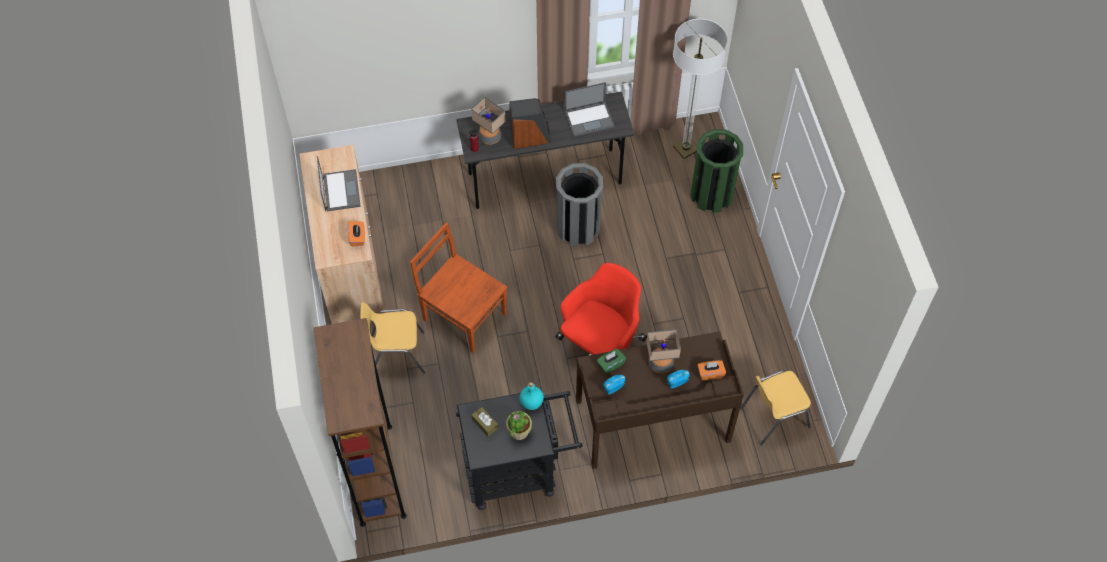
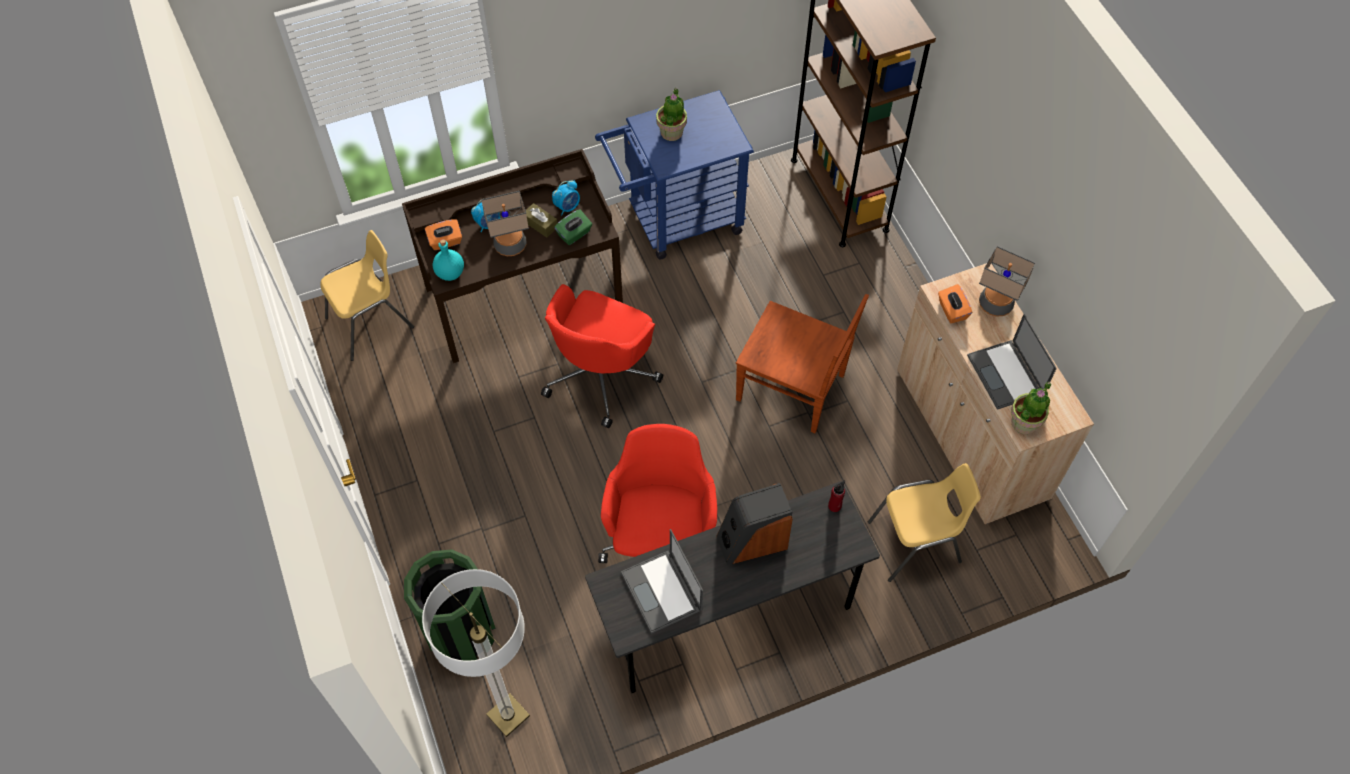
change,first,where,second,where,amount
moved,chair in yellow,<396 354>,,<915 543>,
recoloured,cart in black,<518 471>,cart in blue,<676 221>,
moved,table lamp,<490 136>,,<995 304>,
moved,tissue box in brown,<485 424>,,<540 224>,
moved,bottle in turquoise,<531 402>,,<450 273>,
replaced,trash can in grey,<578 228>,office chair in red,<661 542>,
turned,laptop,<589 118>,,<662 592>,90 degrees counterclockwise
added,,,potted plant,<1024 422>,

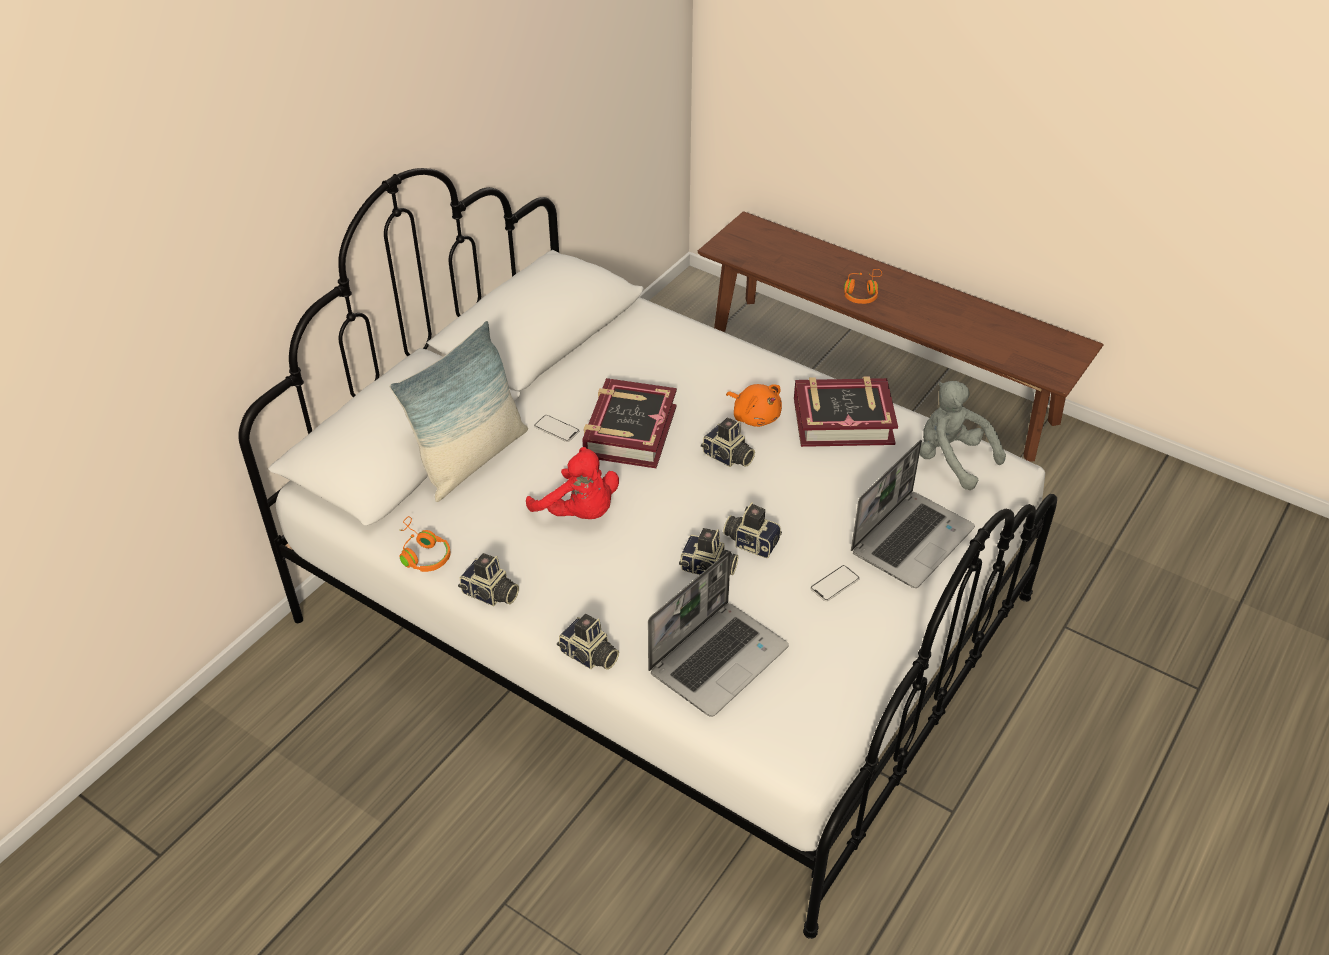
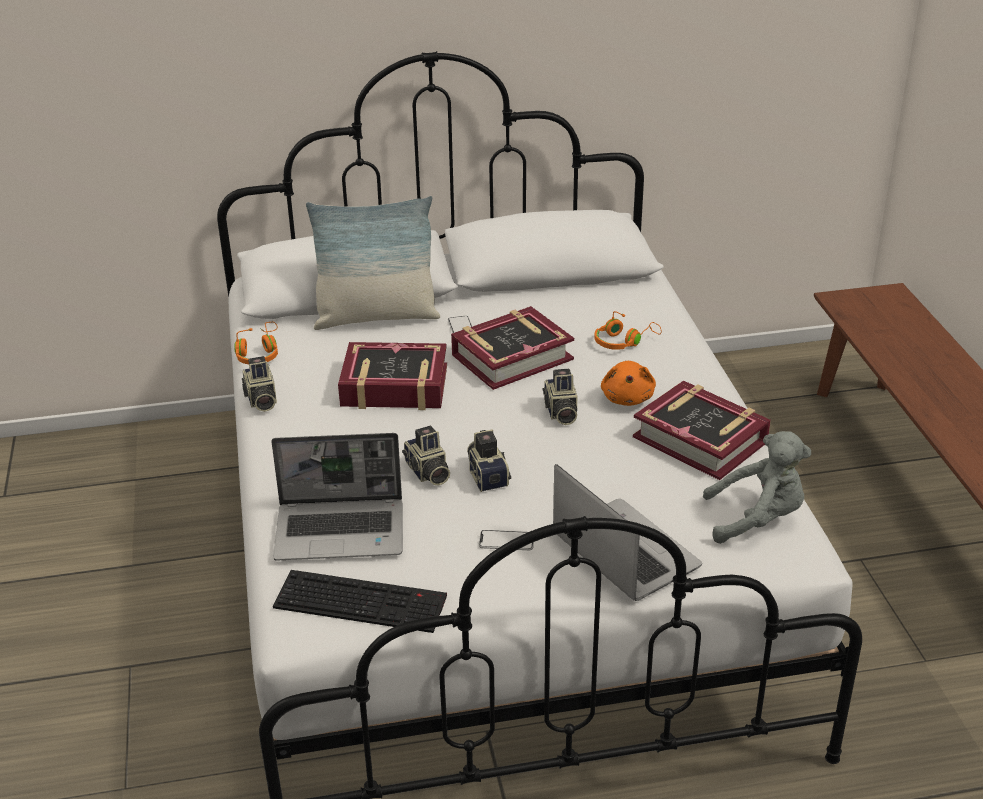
change,first,where,second,where,amount
replaced,plush toy in red,<579 512>,book,<394 386>,
removed,photo camera,<589 656>,,,
moved,headphones in orange,<862 293>,,<623 341>,
turned,laptop,<911 539>,,<622 552>,120 degrees counterclockwise
turned,plush toy in grey,<951 459>,,<757 519>,90 degrees clockwise
added,,,keyboard,<363 600>,

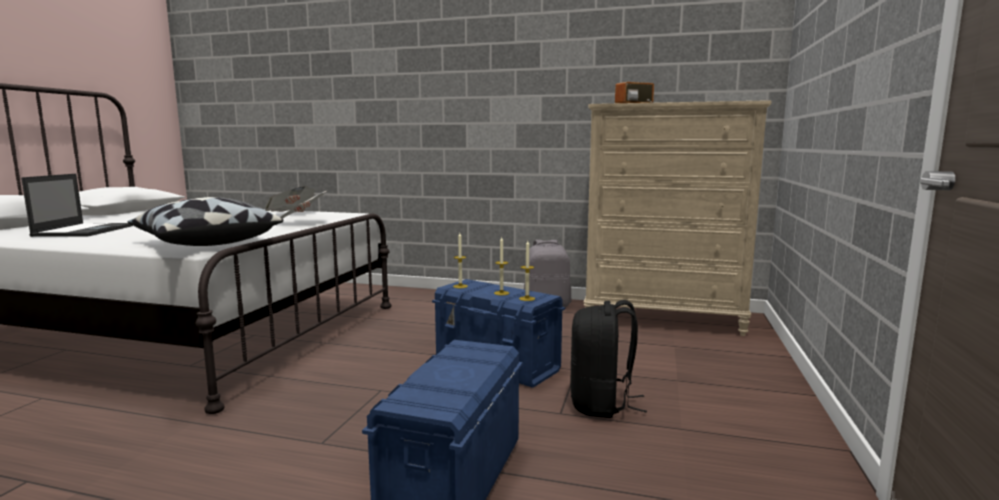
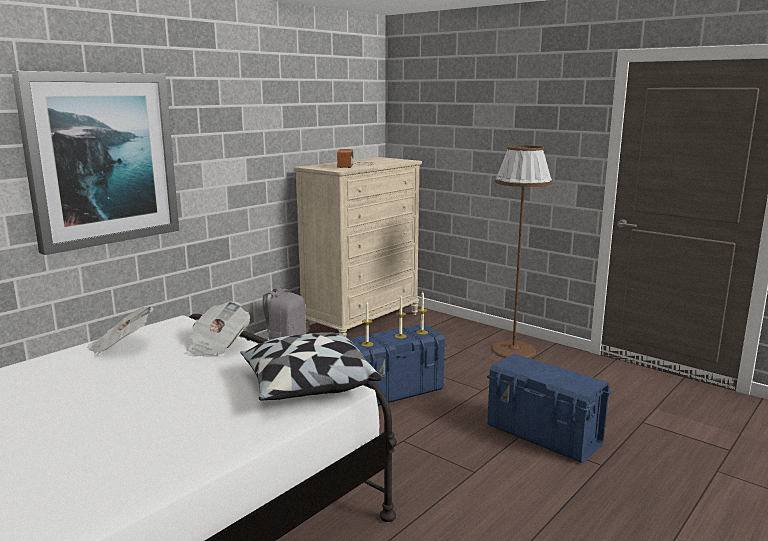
change,first,where,second,where,amount
removed,laptop,<84 230>,,,
removed,backpack in black,<601 404>,,,
added,,,picture,<101 159>,
added,,,floor lamp in brown,<513 350>,

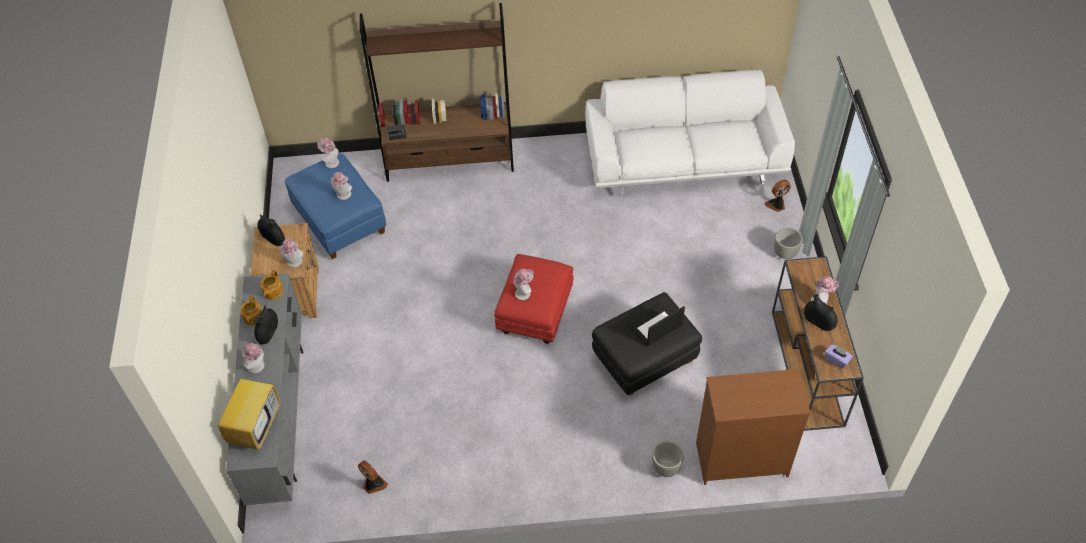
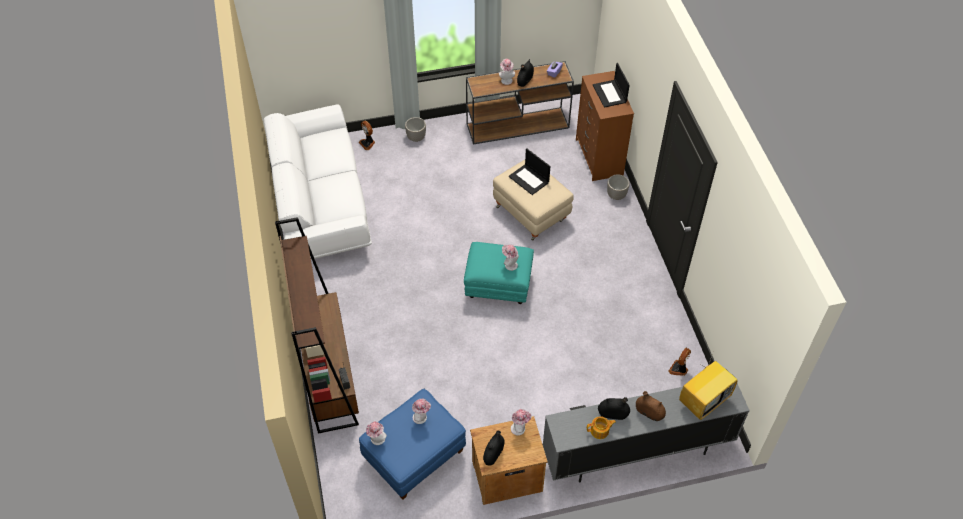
change,first,where,second,where,amount
turned,television,<255 426>,,<704 400>,135 degrees clockwise
replaced,hat,<258 367>,vase in brown,<649 413>,
removed,teapot,<273 292>,,,
recoloured,ottoman in red,<535 314>,ottoman in turquoise,<499 285>,
recoloured,ottoman in black,<644 363>,ottoman in beige,<532 213>,
added,,,laptop,<610 94>,

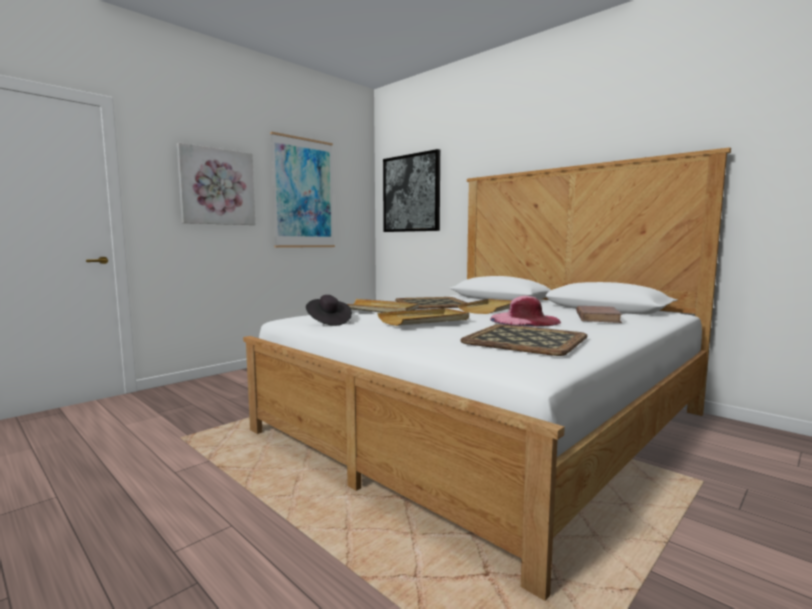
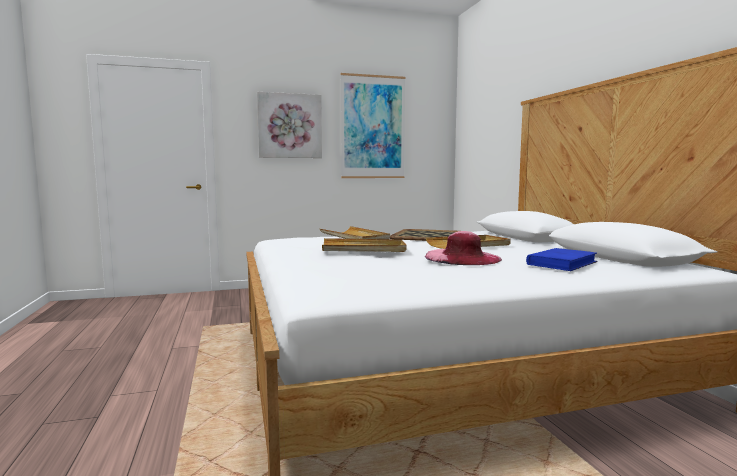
change,first,where,second,where,amount
removed,hat in black,<328 322>,,,
removed,picture,<411 193>,,,
removed,tray,<524 339>,,,
recoloured,book in brown,<597 317>,book in blue,<562 263>,

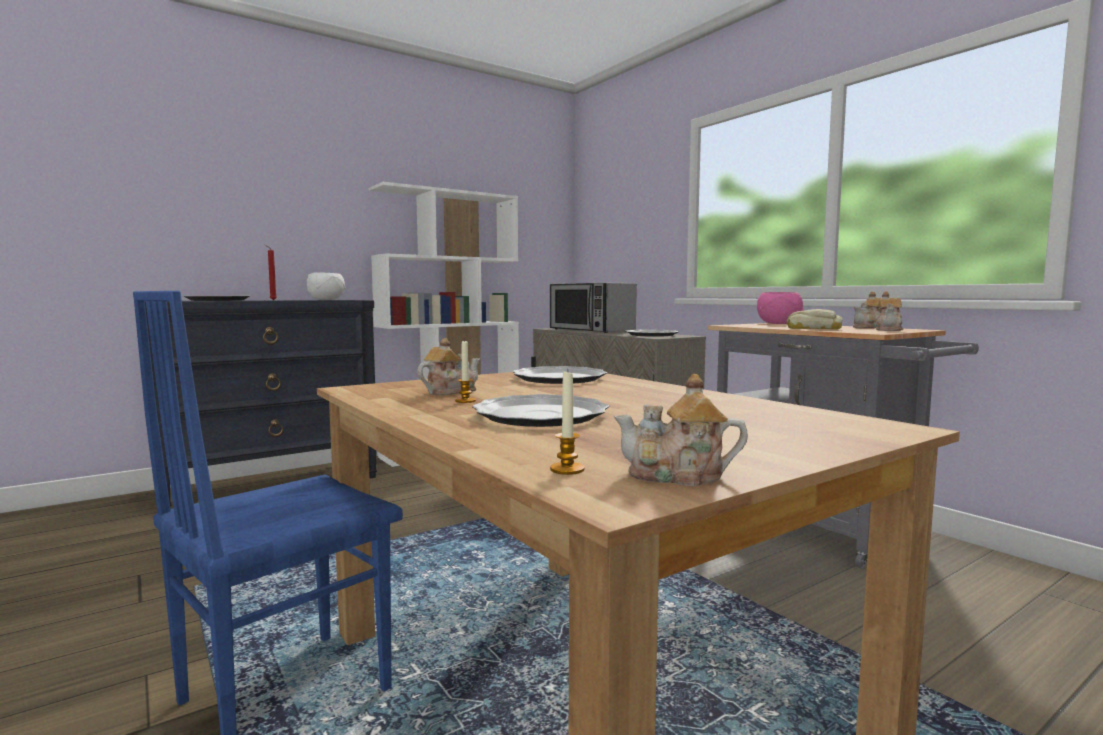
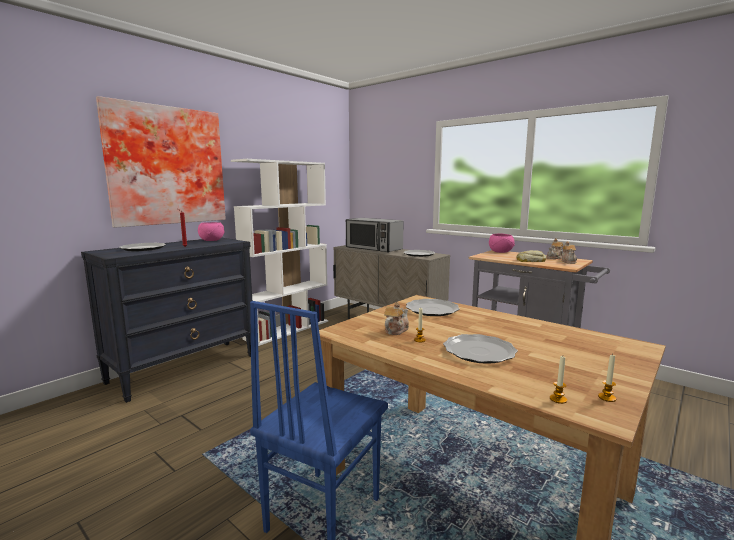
change,first,where,second,where,amount
recoloured,bowl in white,<326 299>,bowl in pink,<212 240>,
replaced,teapot,<678 476>,candle,<607 397>,
added,,,picture,<166 166>,

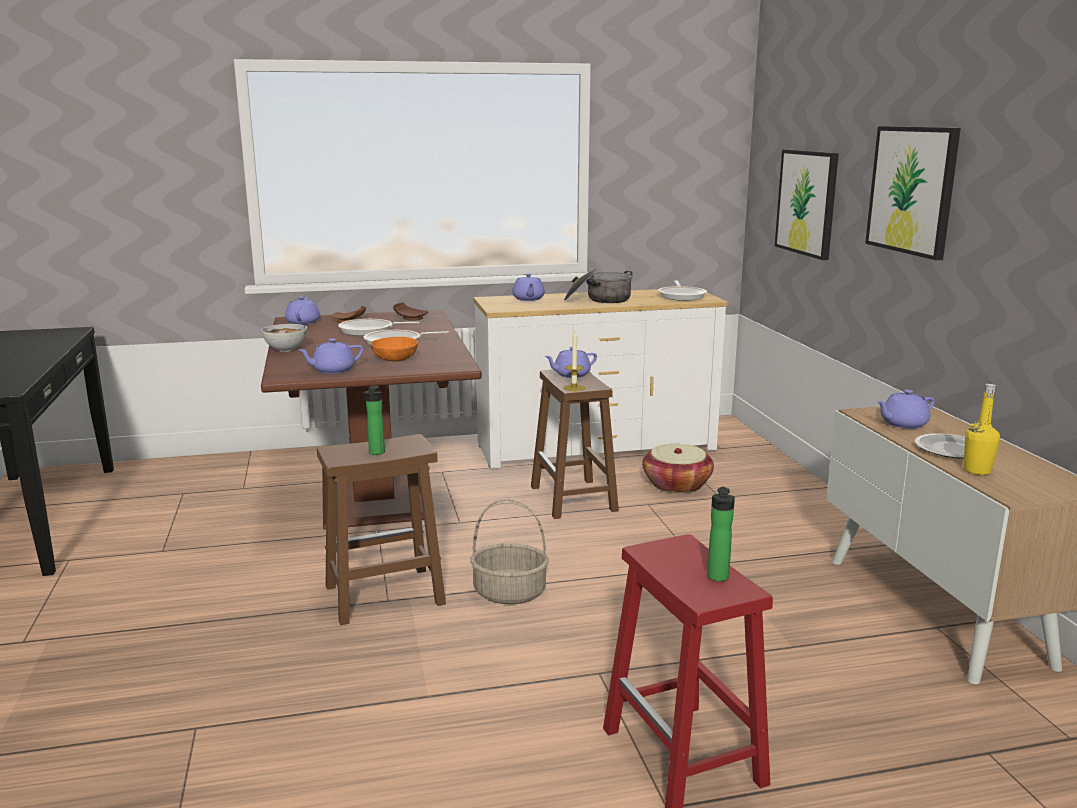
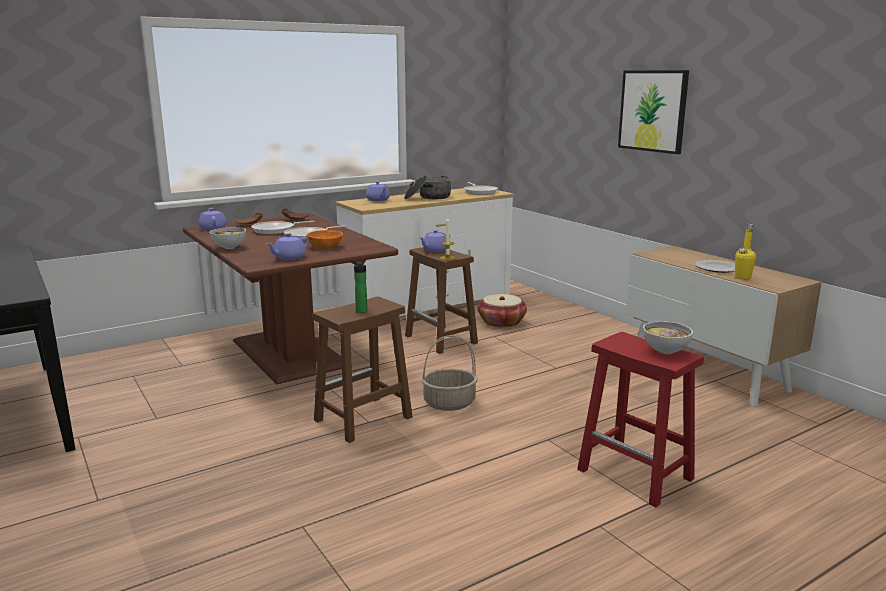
change,first,where,second,where,amount
replaced,bottle,<718 578>,bowl,<665 351>,
removed,picture,<807 202>,,,
removed,teapot in purple,<903 424>,,,

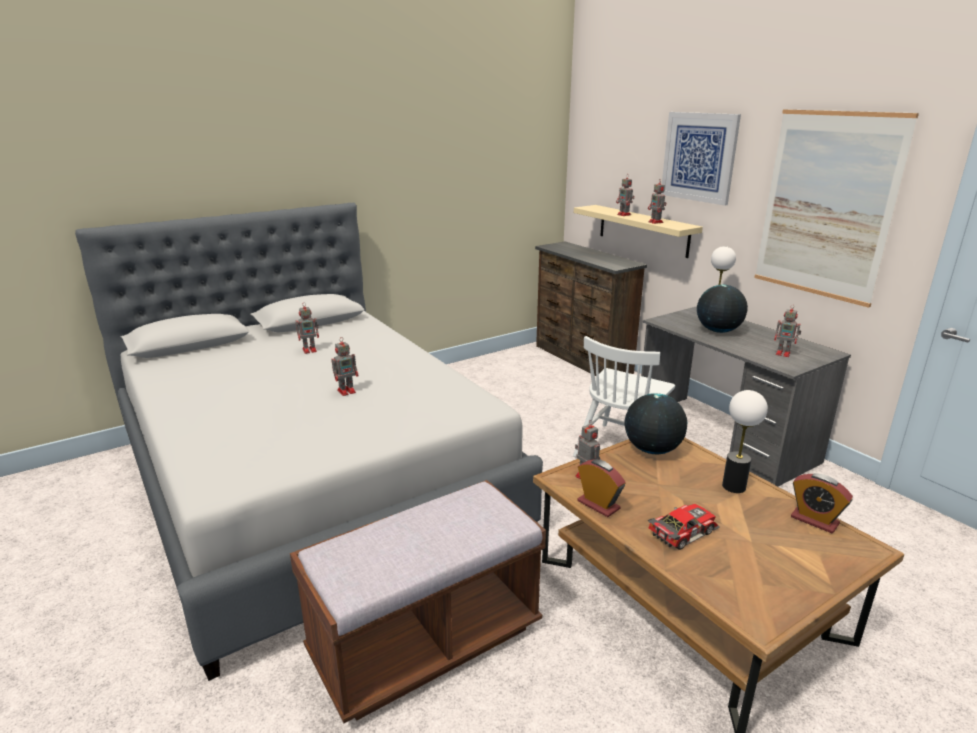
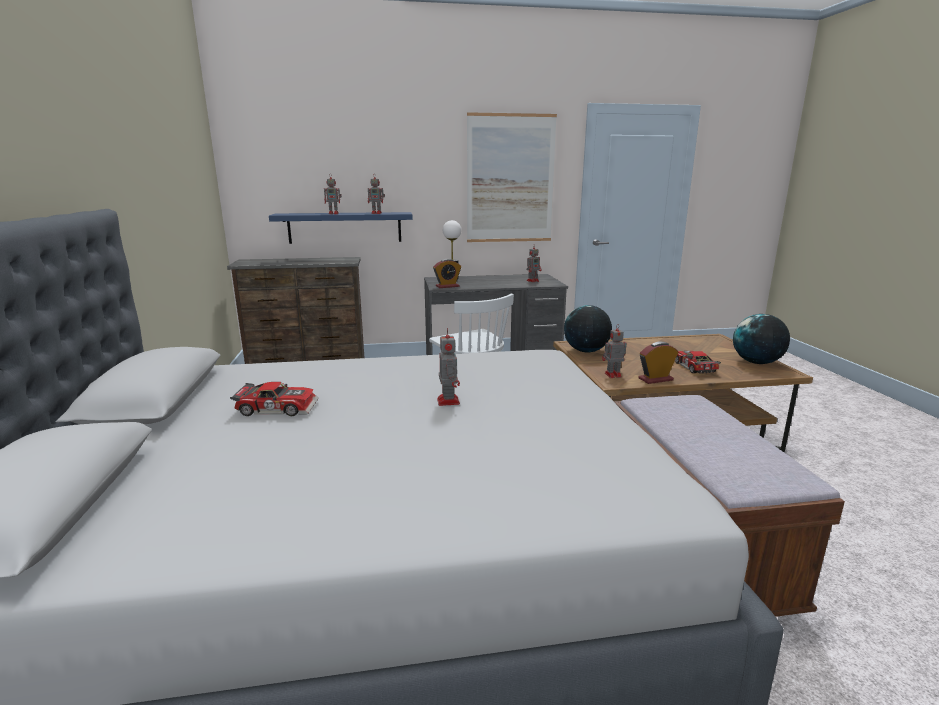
change,first,where,second,where,amount
replaced,toy robot,<310 350>,toy car,<278 407>,
recoloured,shelf in beige,<643 230>,shelf in blue,<345 227>,
removed,picture,<699 157>,,,
moved,globe,<718 331>,,<756 362>,
removed,table lamp,<733 486>,,,
moved,alarm clock,<814 520>,,<447 286>,

